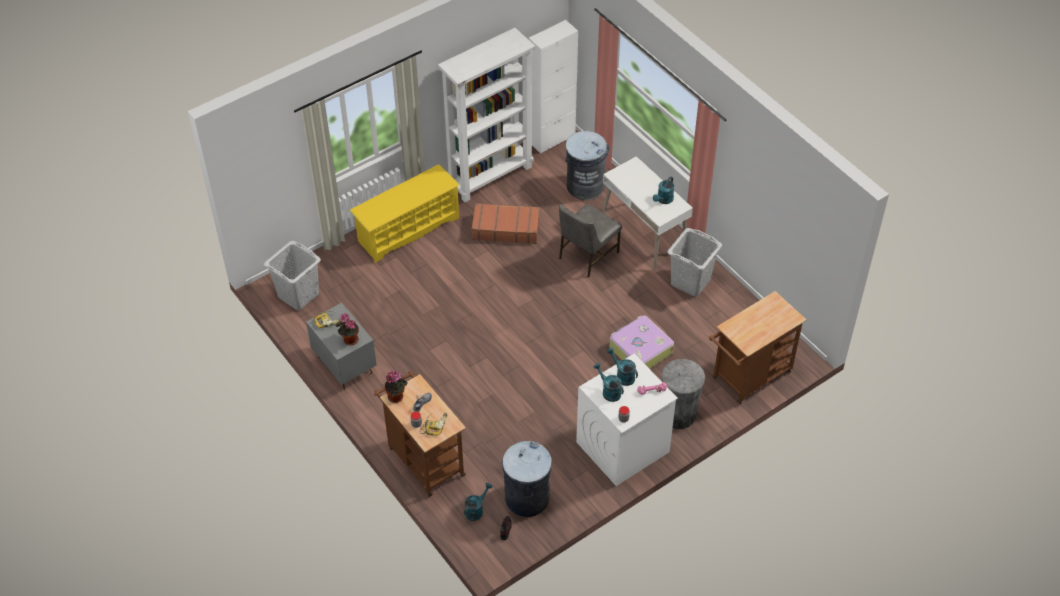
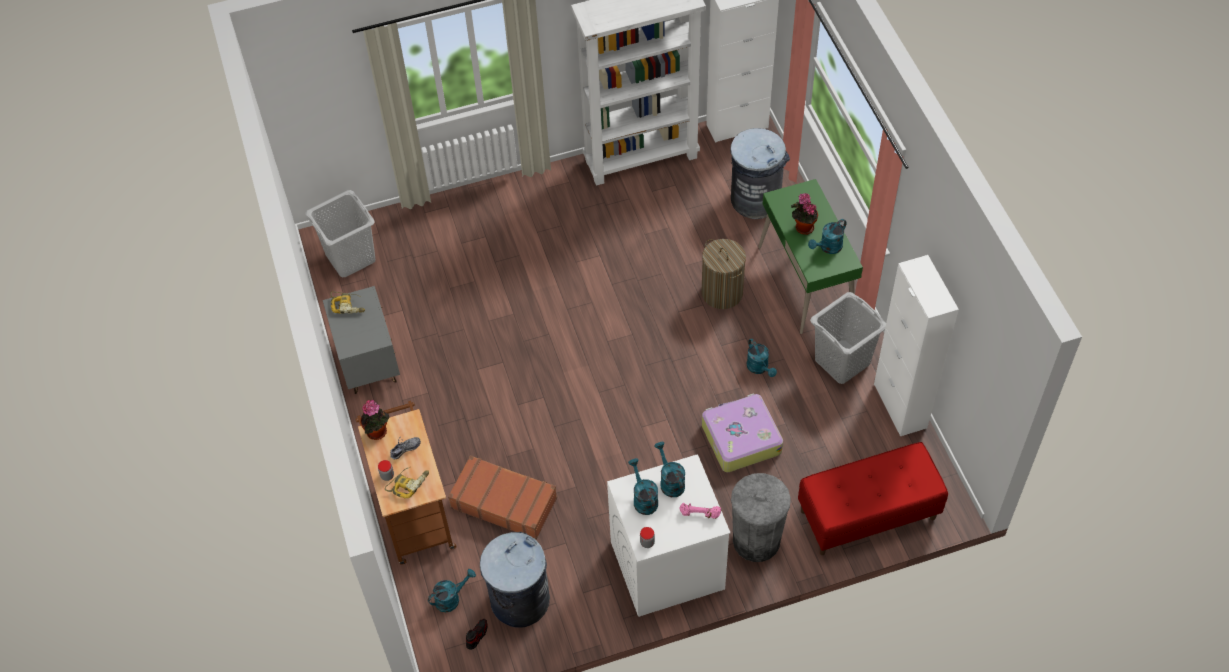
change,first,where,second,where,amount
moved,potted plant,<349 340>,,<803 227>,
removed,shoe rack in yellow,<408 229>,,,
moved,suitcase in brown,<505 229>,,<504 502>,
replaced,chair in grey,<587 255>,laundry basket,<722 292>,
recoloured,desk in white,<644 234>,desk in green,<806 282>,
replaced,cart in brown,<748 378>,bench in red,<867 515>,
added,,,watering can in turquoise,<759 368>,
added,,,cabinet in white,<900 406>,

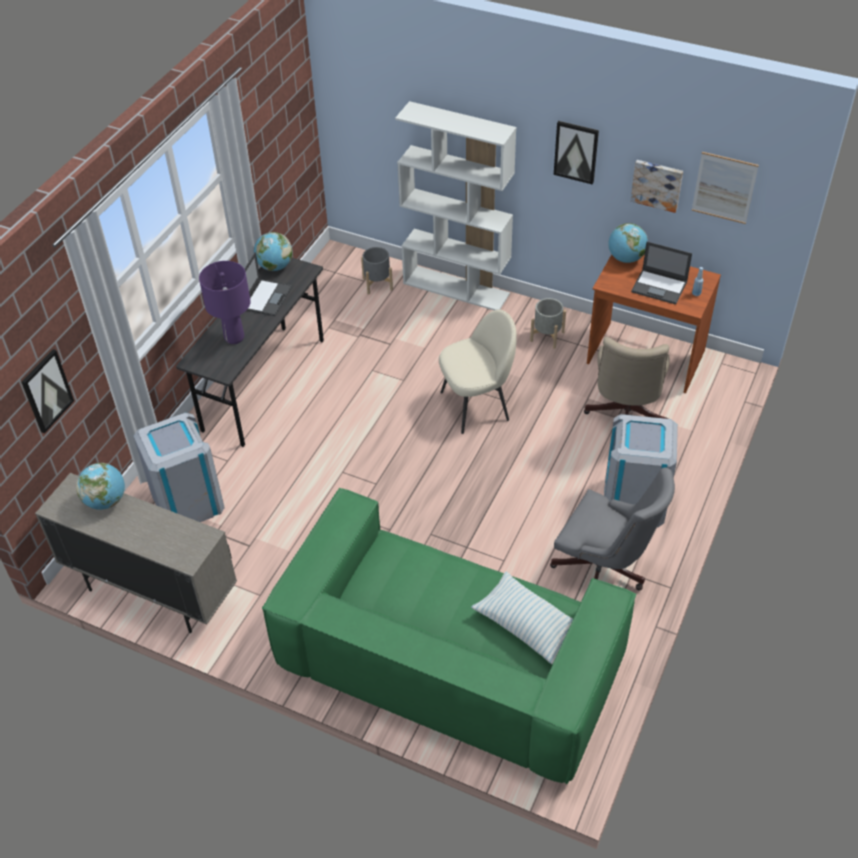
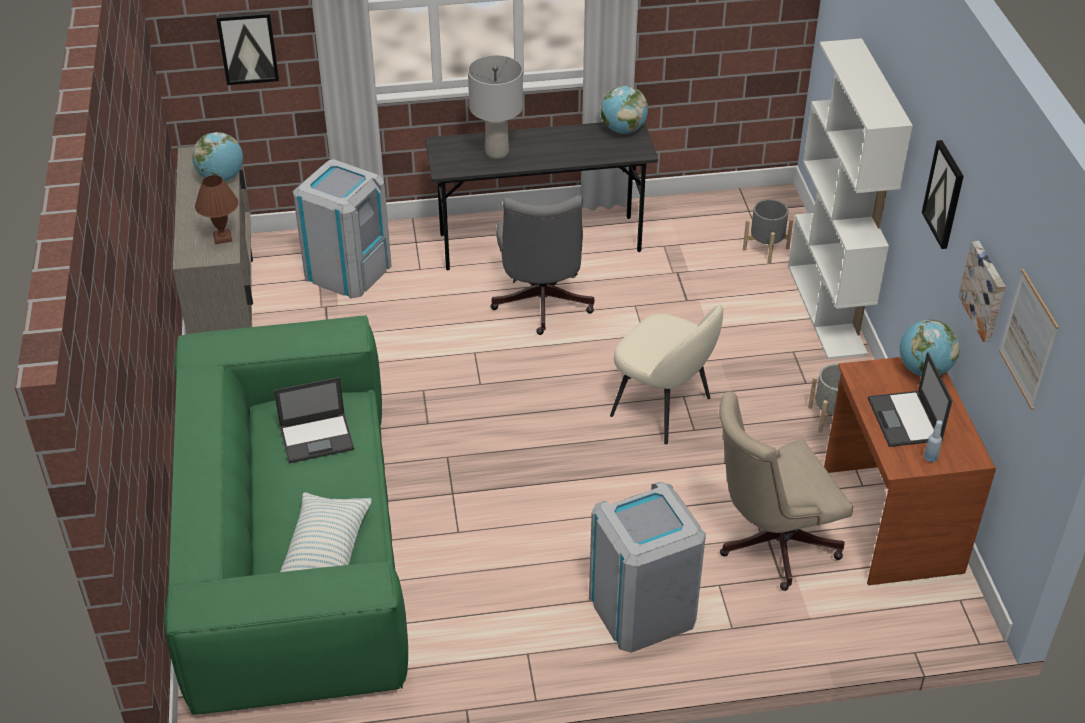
change,first,where,second,where,amount
recoloured,table lamp in purple,<234 337>,table lamp in grey,<497 152>,
moved,laptop,<267 297>,,<317 438>,
moved,office chair in grey,<604 571>,,<541 306>,
added,,,table lamp in brown,<222 237>,

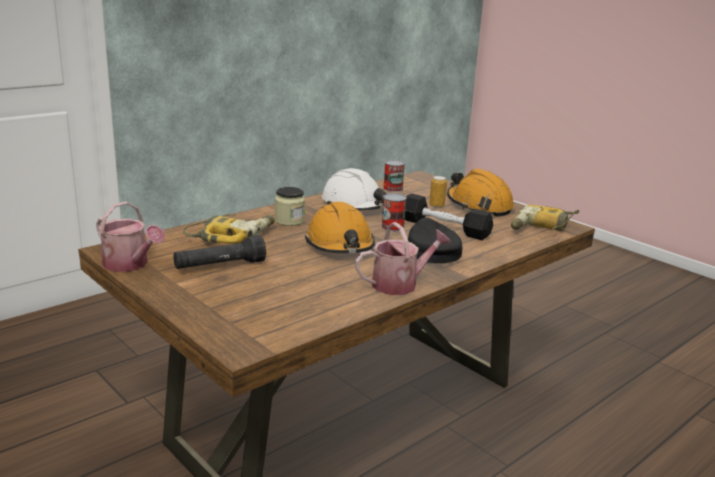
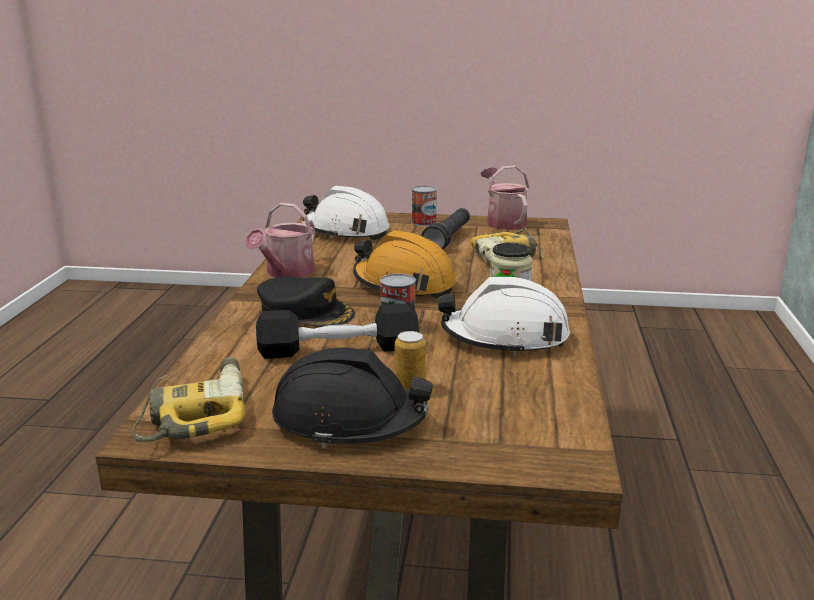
change,first,where,second,where,amount
turned,watering can,<129 265>,,<503 222>,75 degrees clockwise
moved,can,<393 188>,,<424 222>,
recoloured,hard hat in orange,<479 205>,hard hat in black,<349 421>,
added,,,hard hat in white,<346 231>,

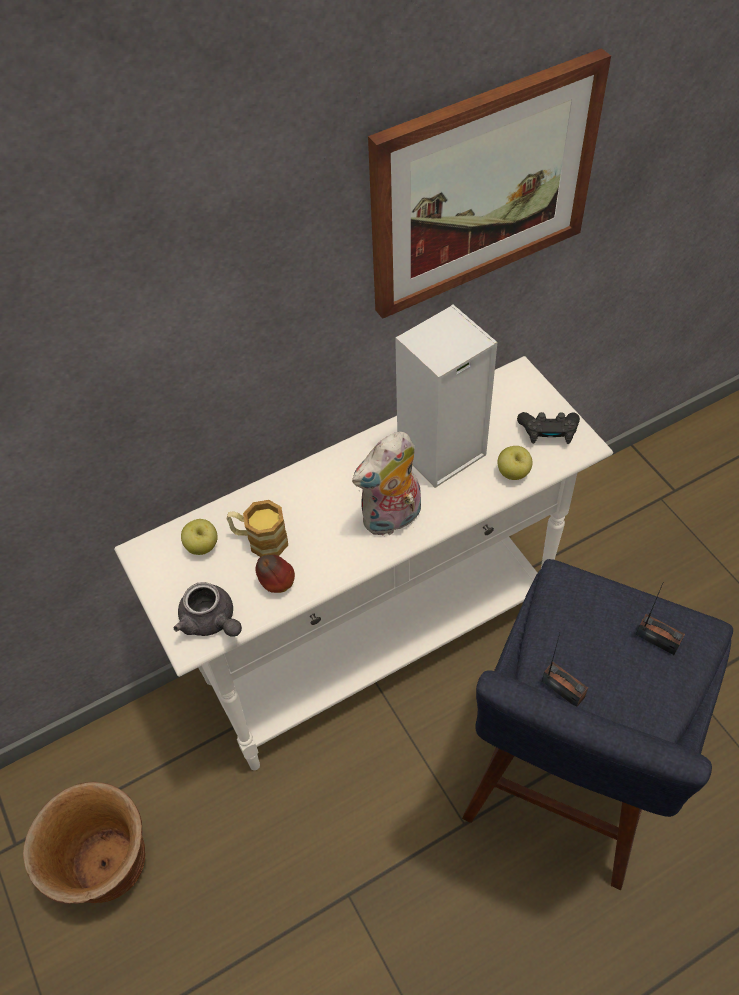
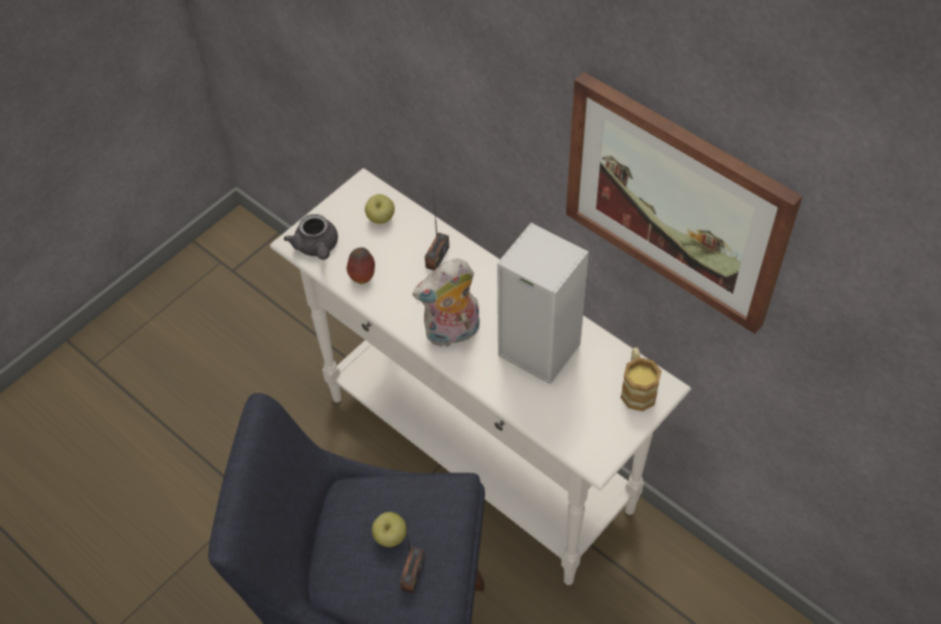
change,first,where,second,where,amount
removed,planter in brown,<108 866>,,,
turned,teapot in grey,<211 621>,,<317 248>,45 degrees counterclockwise
moved,mug,<260 540>,,<637 388>,
turned,plush toy,<392 519>,,<452 334>,60 degrees counterclockwise
moved,apple,<513 473>,,<390 537>,
removed,game controller in black,<548 433>,,,
moved,radio,<562 689>,,<437 257>,

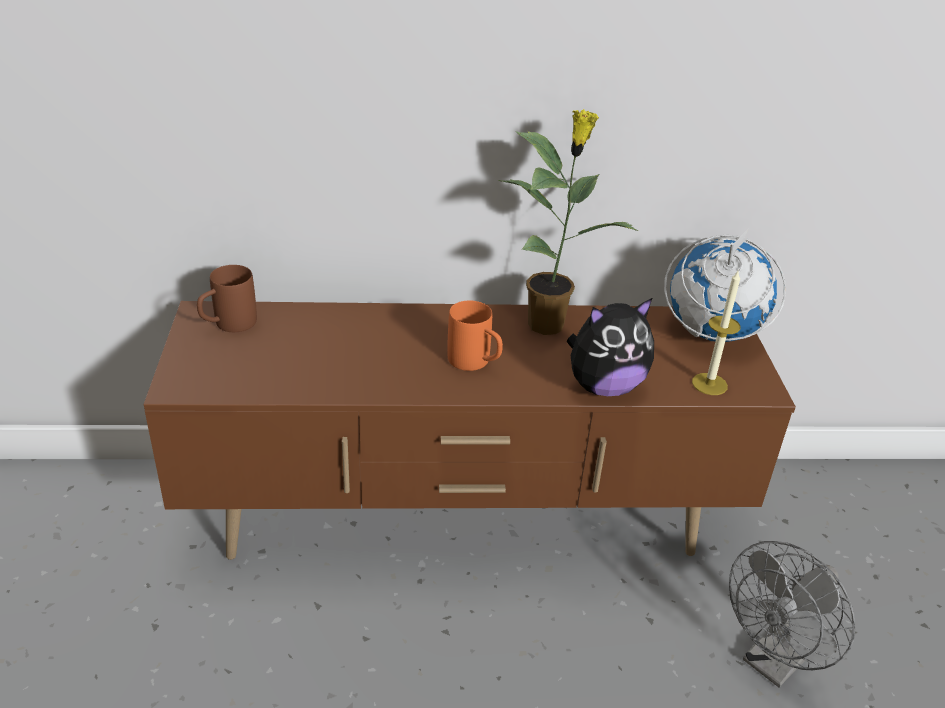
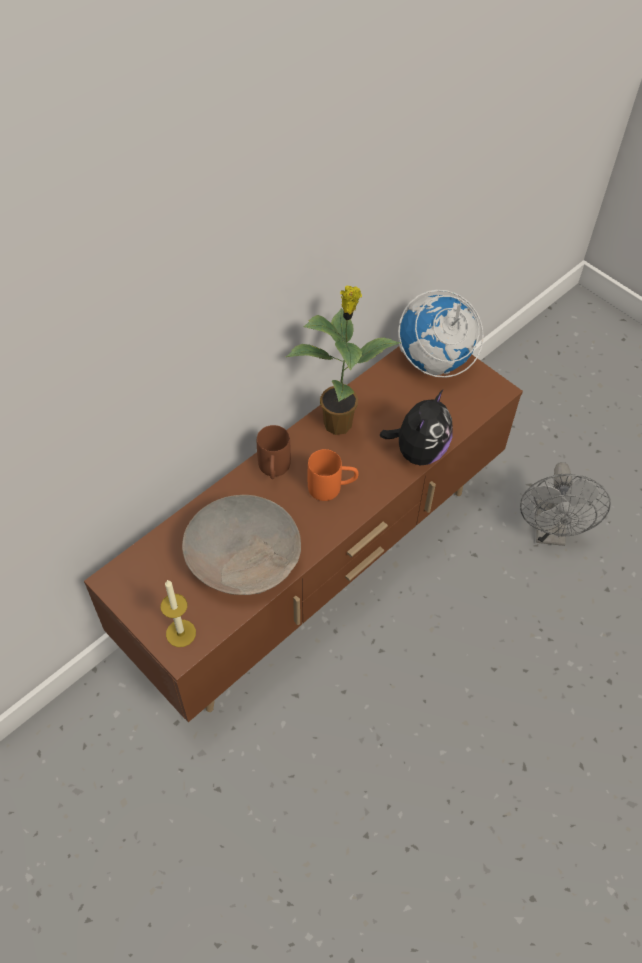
change,first,where,second,where,amount
moved,mug in brown,<228 325>,,<274 470>,
moved,candle,<709 384>,,<181 633>,
added,,,bowl in beige,<242 556>,

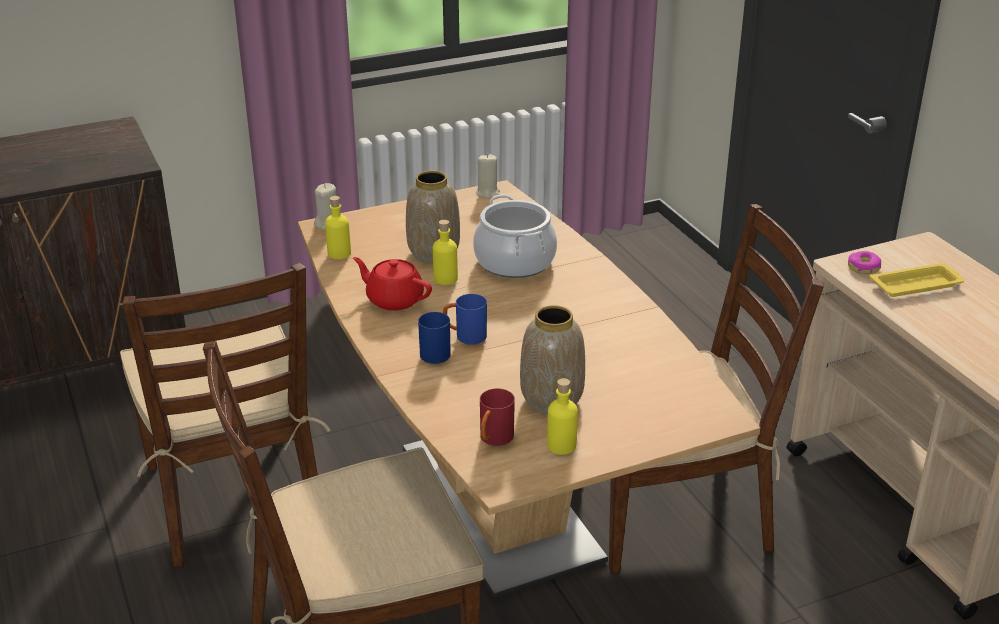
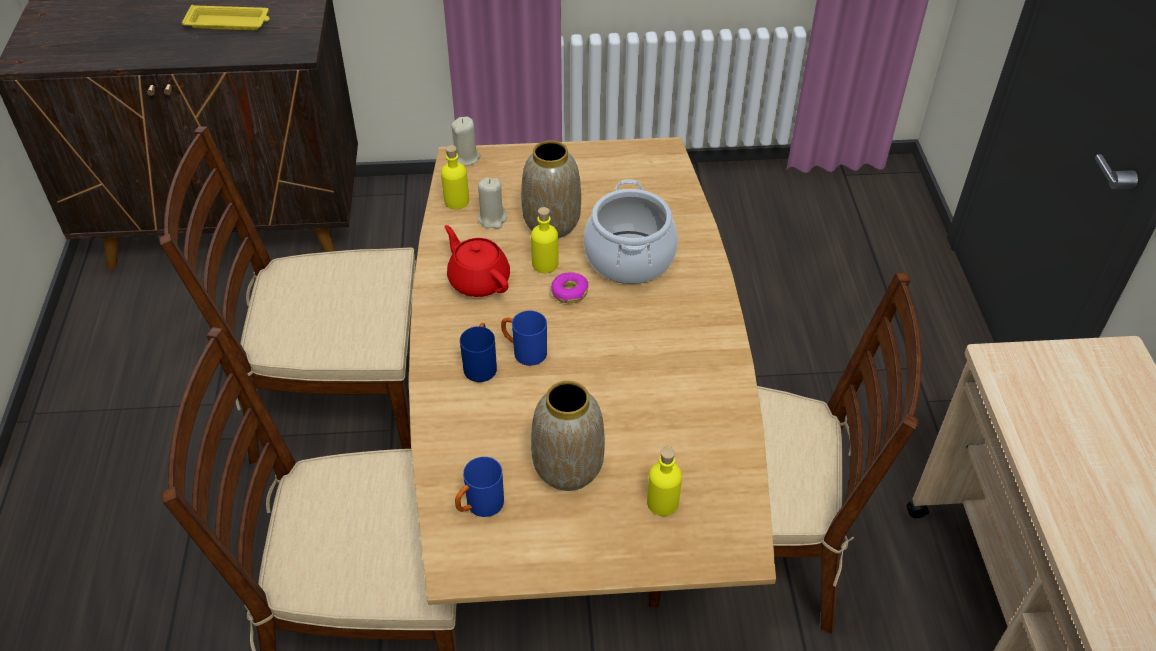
change,first,where,second,where,amount
turned,chair in brown,<234 497>,,<337 403>,90 degrees clockwise
moved,candle in beige,<488 192>,,<492 219>,
recoloured,mug in red,<493 440>,mug in blue,<479 507>,
moved,bottle in yellow,<561 445>,,<662 503>,
moved,donut,<863 268>,,<569 292>,
moved,tray in yellow,<917 285>,,<229 23>,

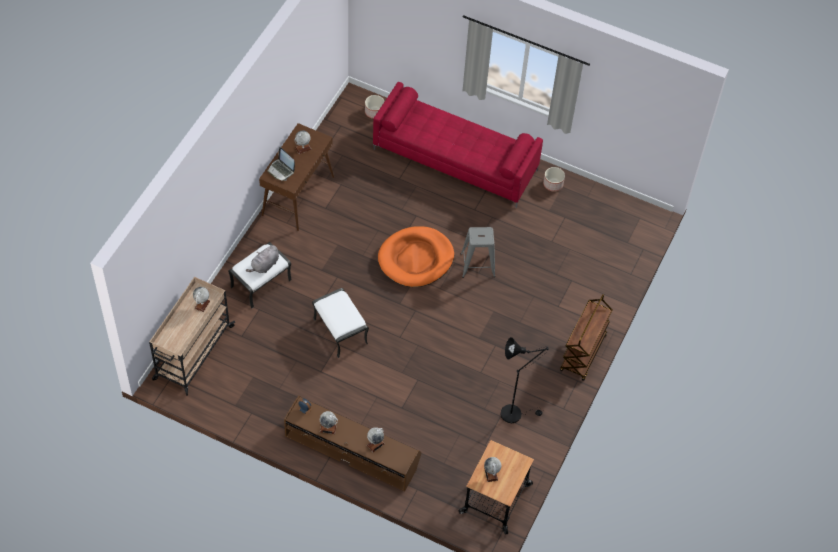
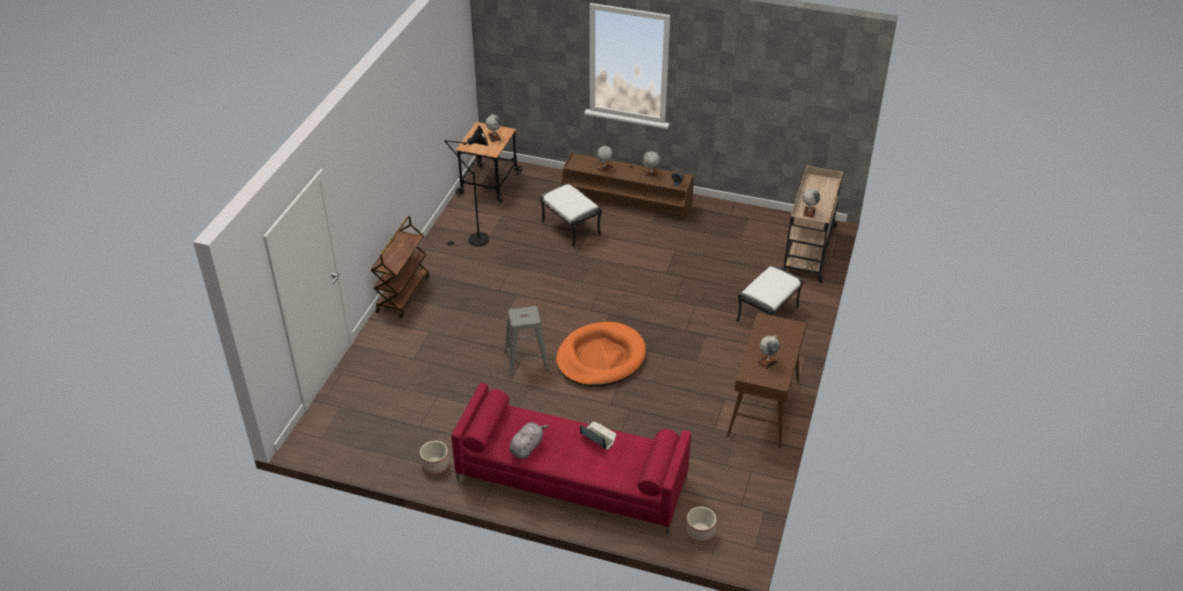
change,first,where,second,where,amount
moved,plush toy in grey,<264 265>,,<527 447>,
moved,laptop,<281 170>,,<598 437>,
moved,ottoman in white,<339 331>,,<571 228>,

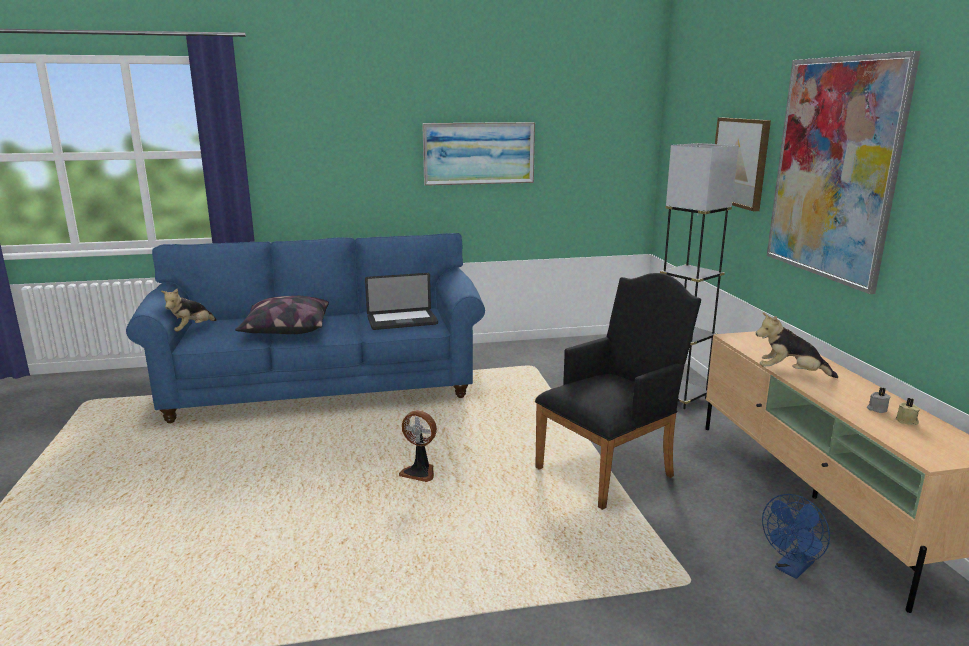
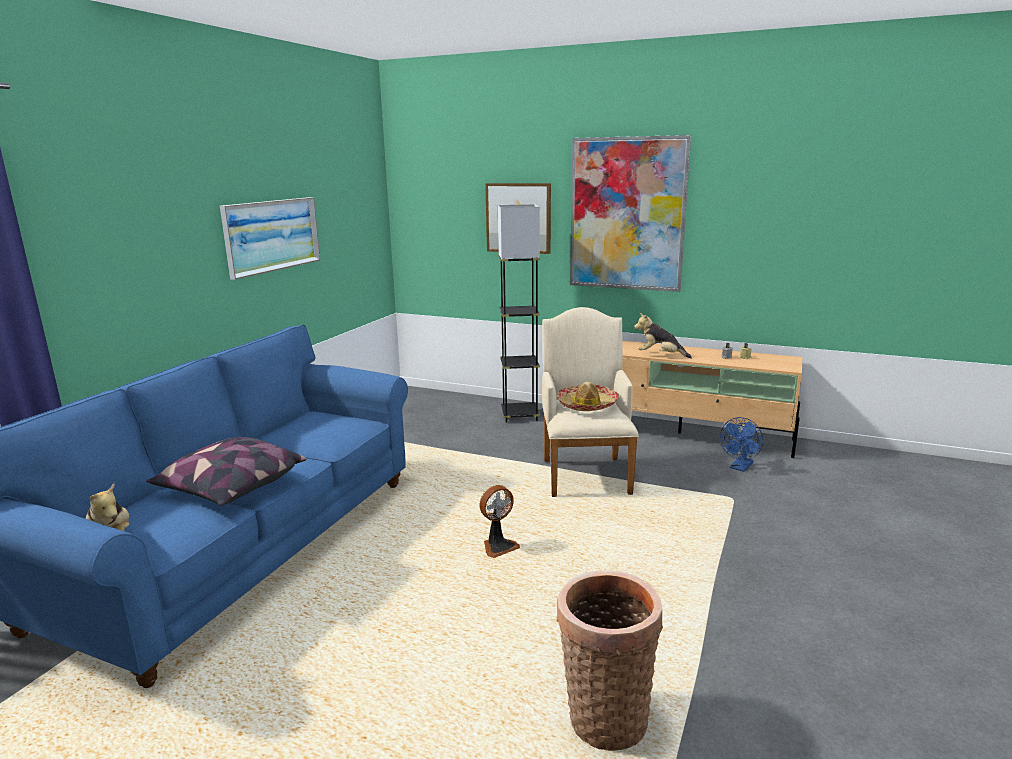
change,first,where,second,where,amount
removed,laptop,<402 321>,,,
recoloured,armchair in black,<610 469>,armchair in beige,<585 473>,
turned,plush toy,<790 373>,,<660 355>,60 degrees clockwise
turned,fan in blue,<791 569>,,<740 467>,45 degrees clockwise
added,,,hat,<587 405>,
added,,,basket,<604 716>,

